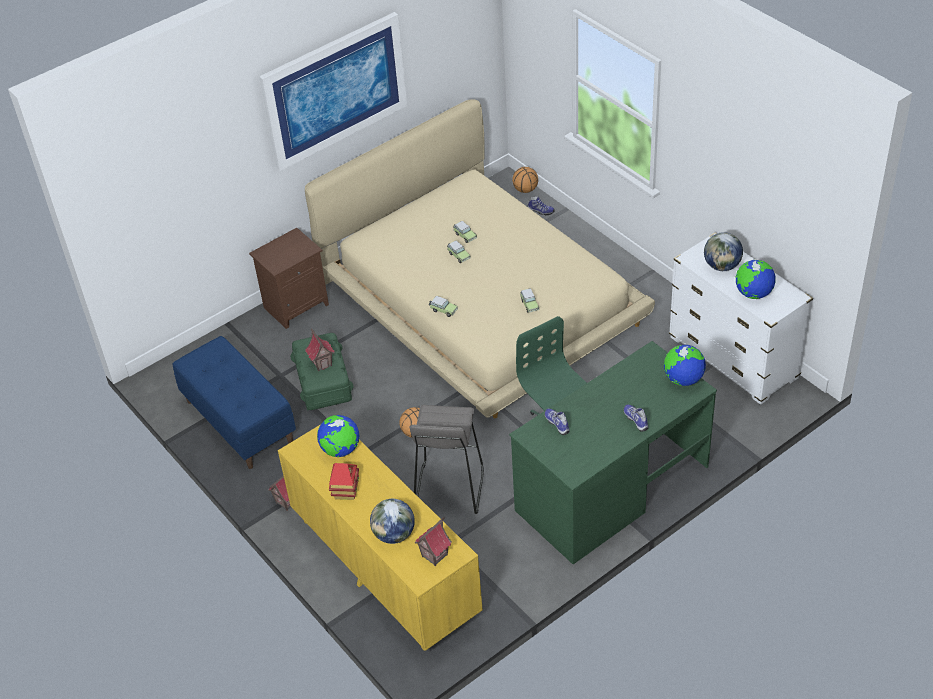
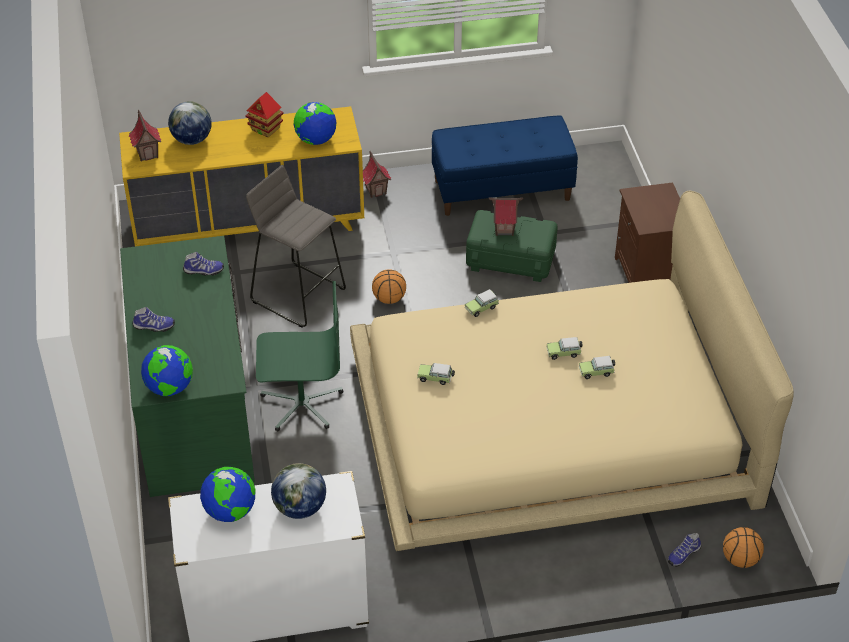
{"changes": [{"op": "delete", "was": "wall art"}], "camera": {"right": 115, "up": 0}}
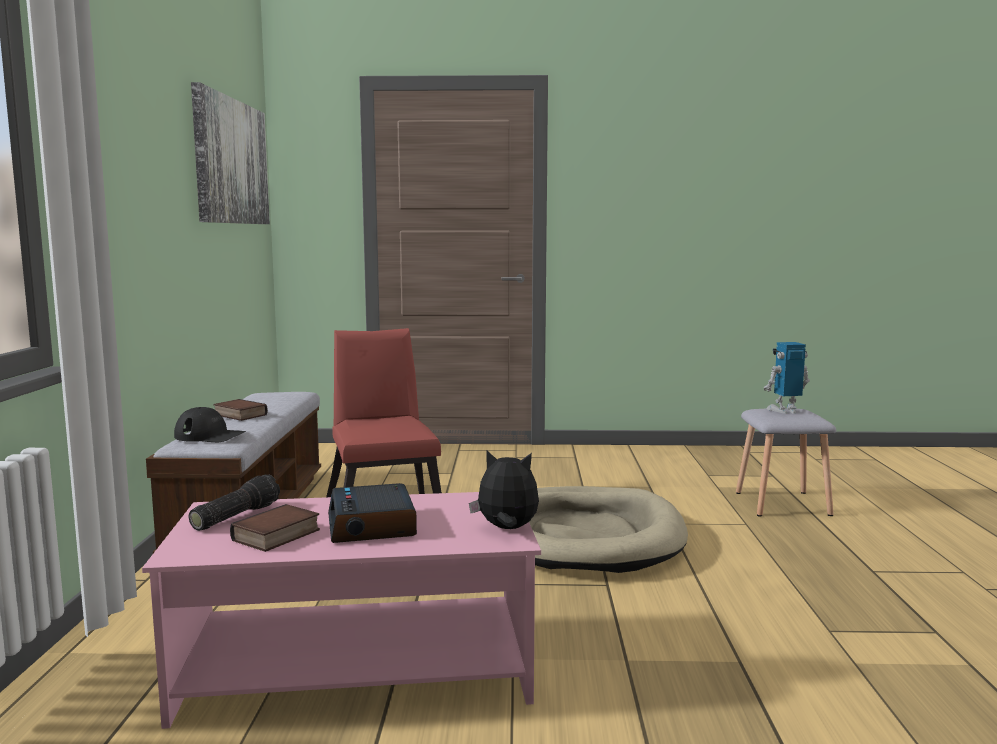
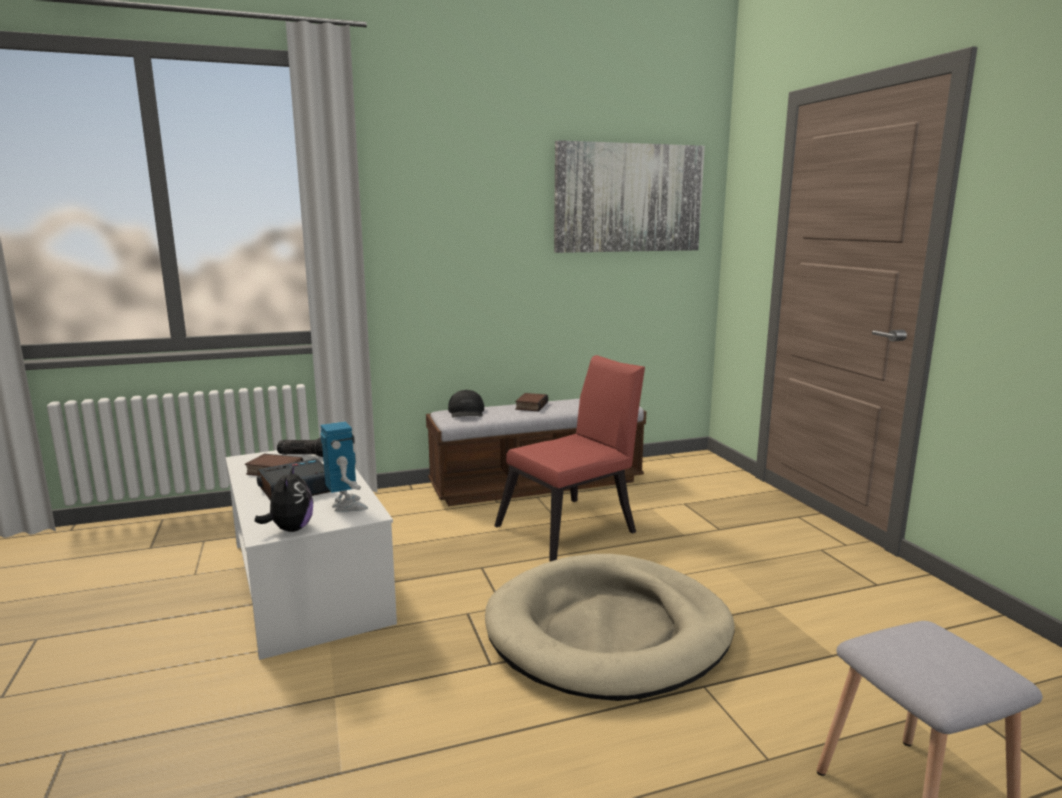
{"changes": [{"op": "move", "was": "toy robot"}, {"op": "recolor", "was": "pinkish coffee table", "now": "whitish coffee table"}], "camera": {"right": 70, "up": 5}}
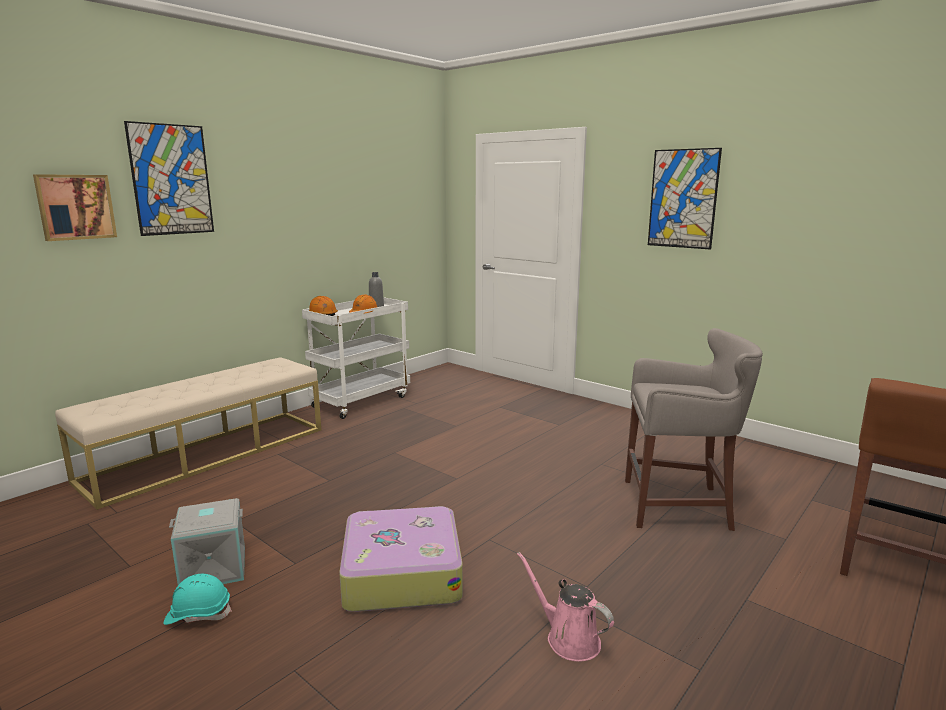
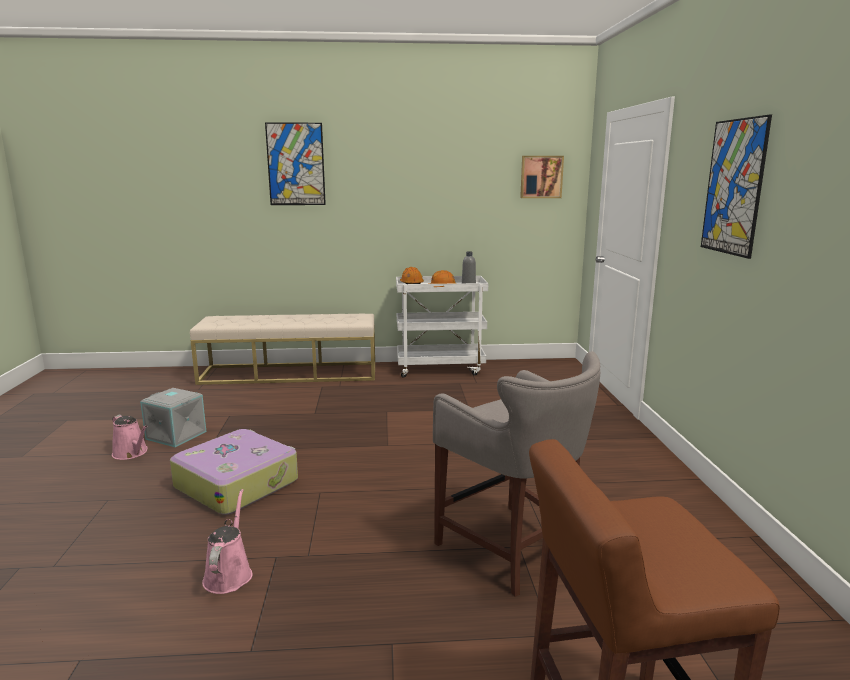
{"changes": [{"op": "move", "was": "wall art (1st from left in the first image)", "now": "wall art (2nd from left)"}, {"op": "replace", "was": "blue-green hard hat", "now": "pinkish watering pot (1st from left)"}], "camera": {"right": 45, "up": 0}}
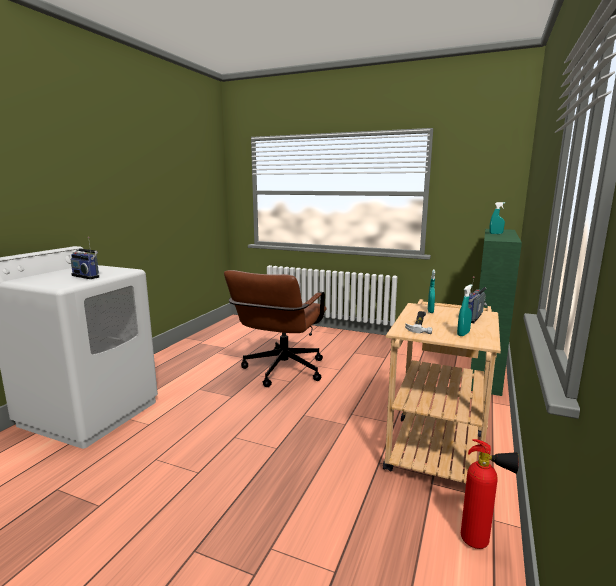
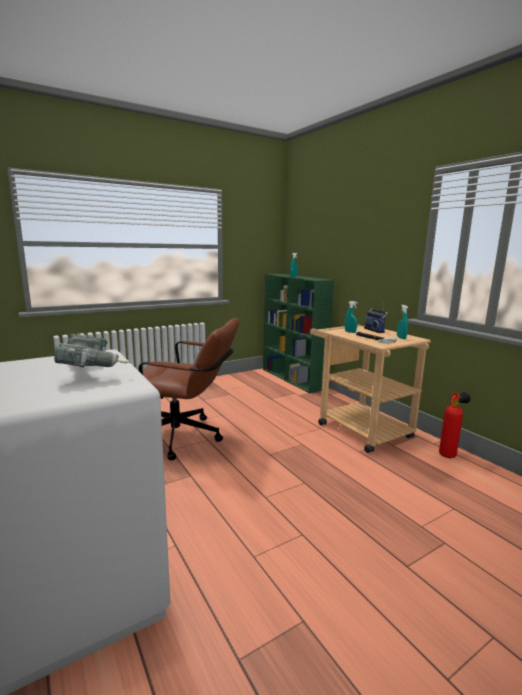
{"changes": [{"op": "replace", "was": "radio set (1st from left)", "now": "electric drill"}, {"op": "rotate", "was": "brownish desk chair", "clockwise": -45}], "camera": {"right": -55, "up": 0}}
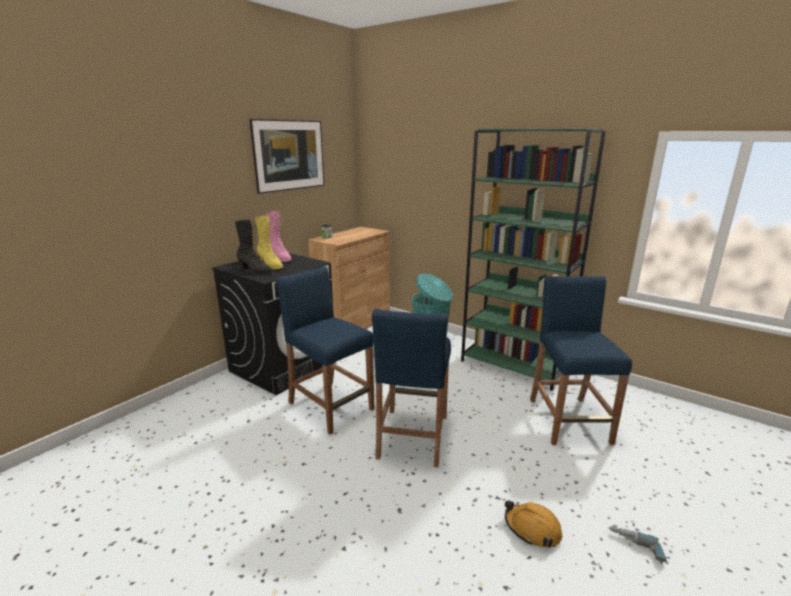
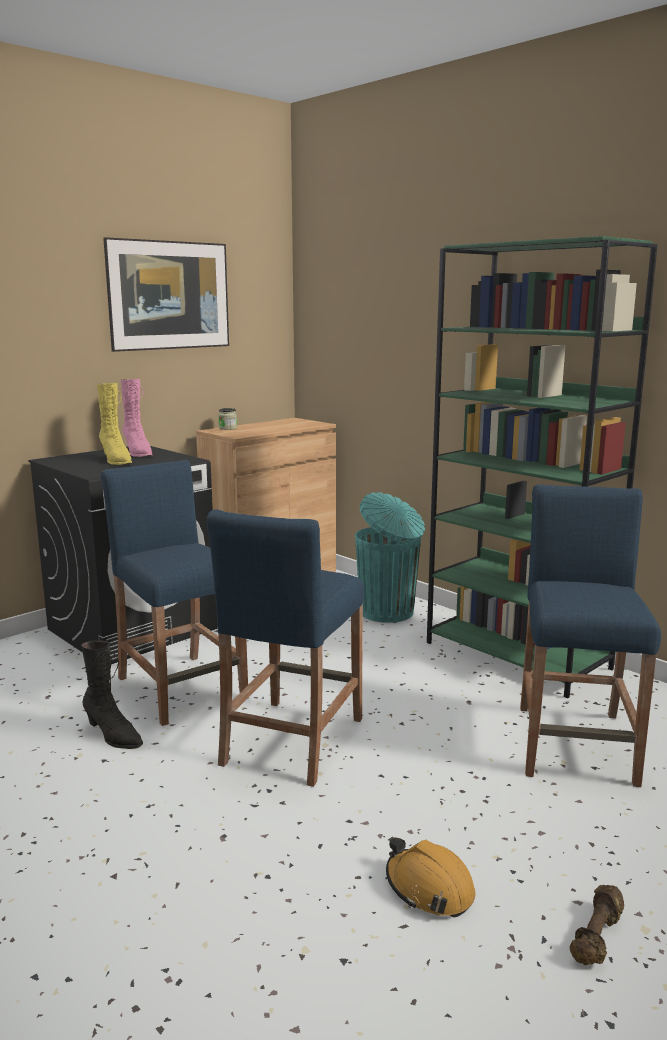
{"changes": [{"op": "move", "was": "black tall boot"}, {"op": "replace", "was": "electric drill", "now": "brownish dumbbell"}], "camera": {"right": 10, "up": -5}}
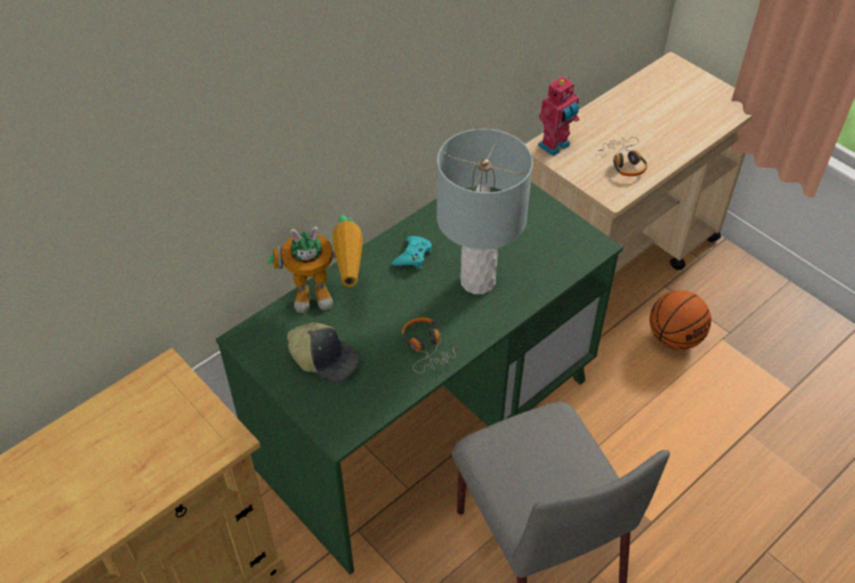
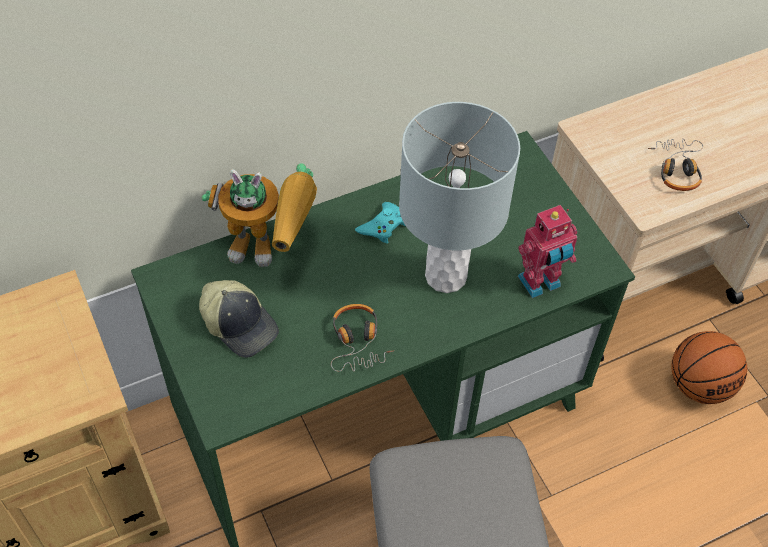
{"changes": [{"op": "move", "was": "toy robot (2nd from left)"}], "camera": {"right": 15, "up": 5}}
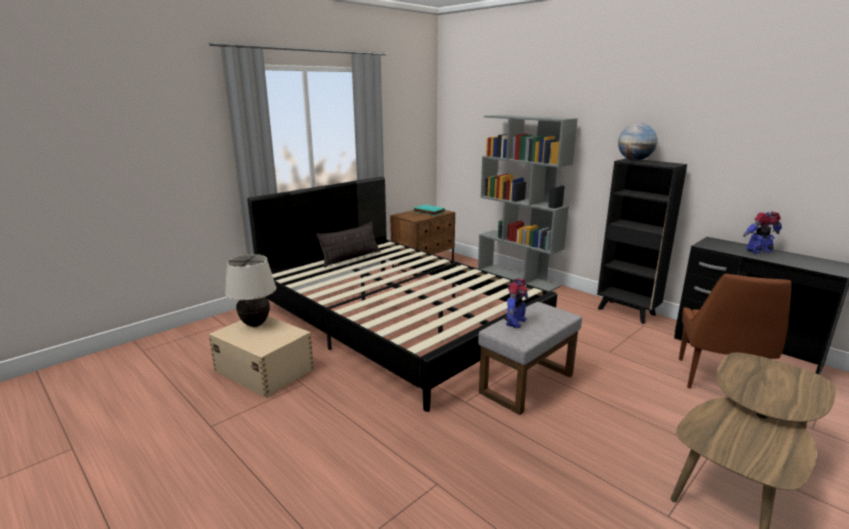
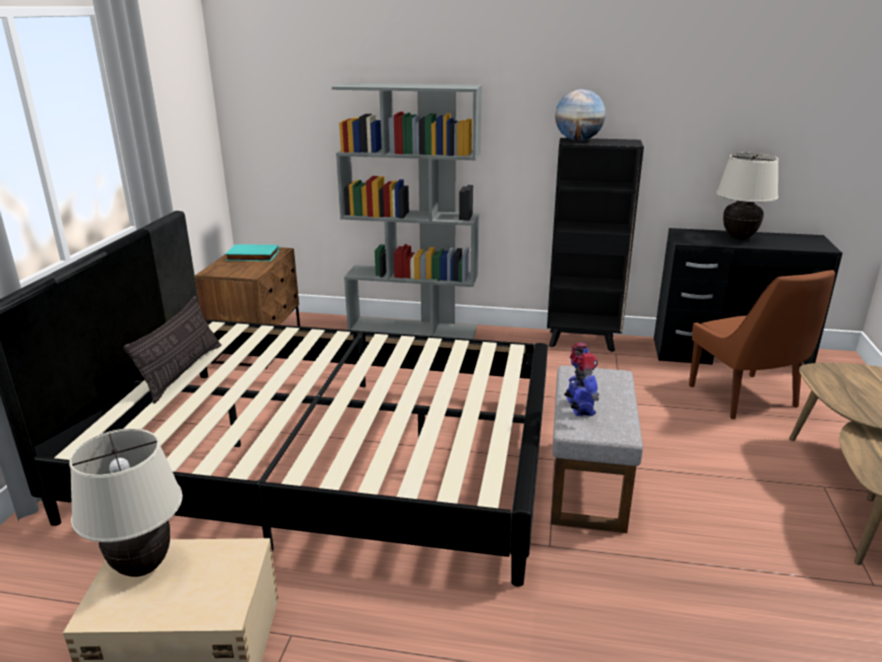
{"changes": [{"op": "replace", "was": "toy robot (2nd from left)", "now": "beige tabletop lamp (2nd from left)"}], "camera": {"right": -35, "up": 5}}
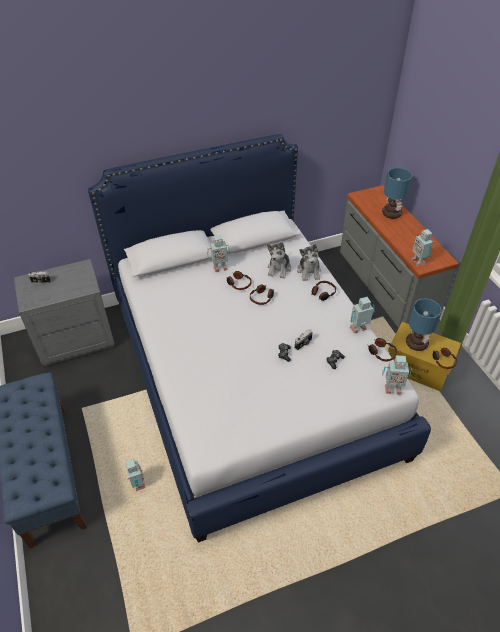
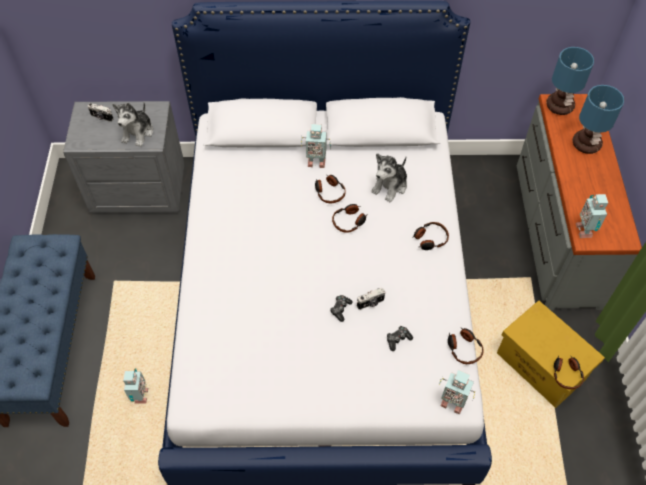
{"changes": [{"op": "delete", "was": "toy robot (3rd from left)"}, {"op": "move", "was": "plush toy (2nd from left in the first image)", "now": "plush toy (1st from left)"}, {"op": "move", "was": "tabletop lamp (2nd from left in the first image)", "now": "tabletop lamp (1st from left)"}], "camera": {"right": 20, "up": 10}}
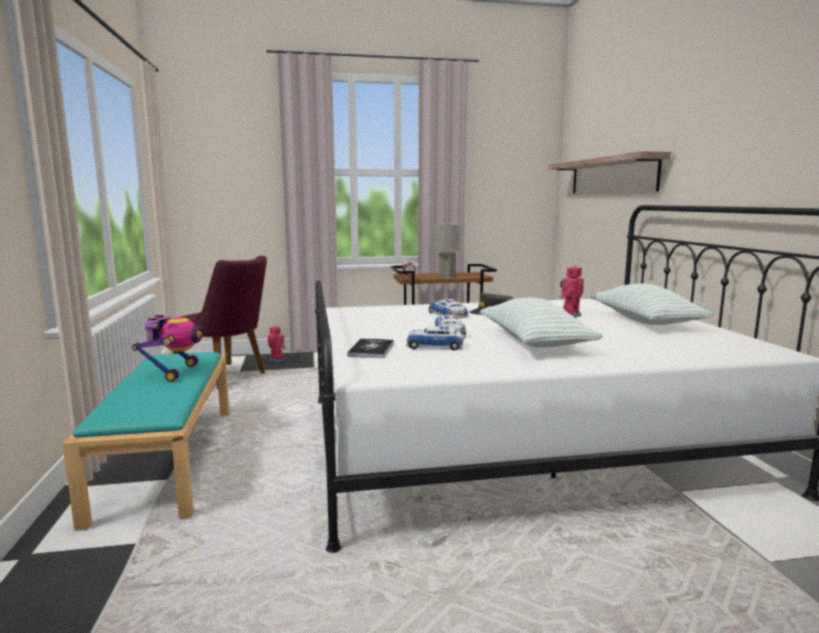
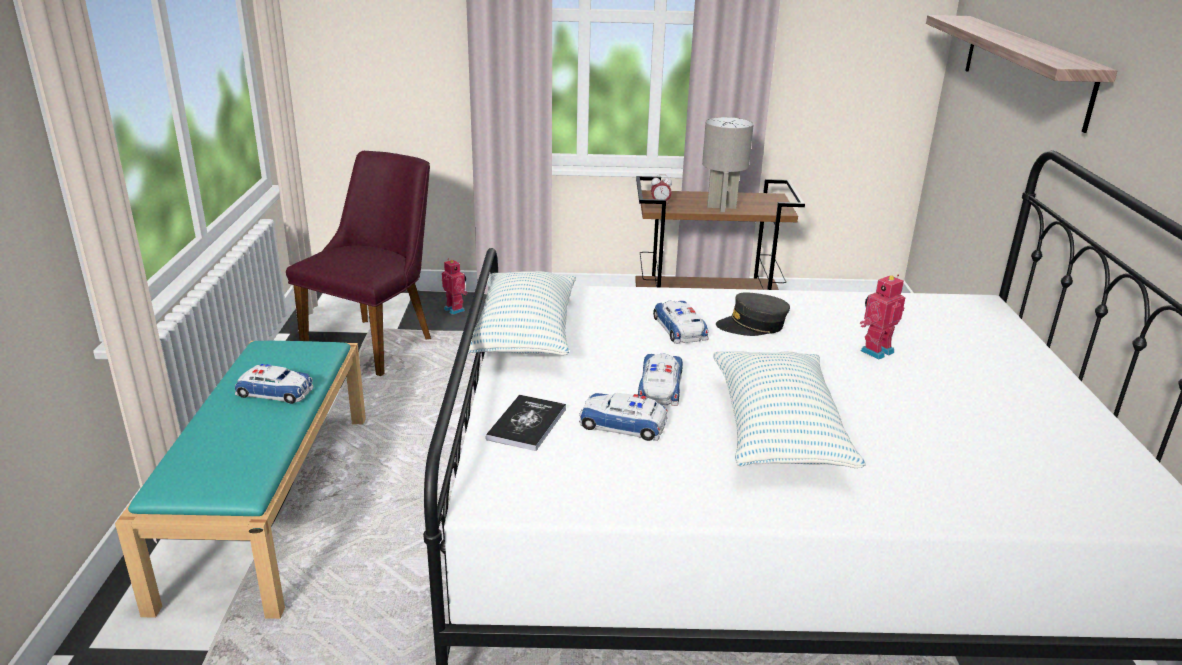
{"changes": [{"op": "move", "was": "pillow (2nd from left in the first image)", "now": "pillow (1st from left)"}, {"op": "replace", "was": "toy robot (1st from left)", "now": "model car (1st from left)"}, {"op": "rotate", "was": "purple plain chair", "clockwise": -105}], "camera": {"right": 10, "up": 15}}
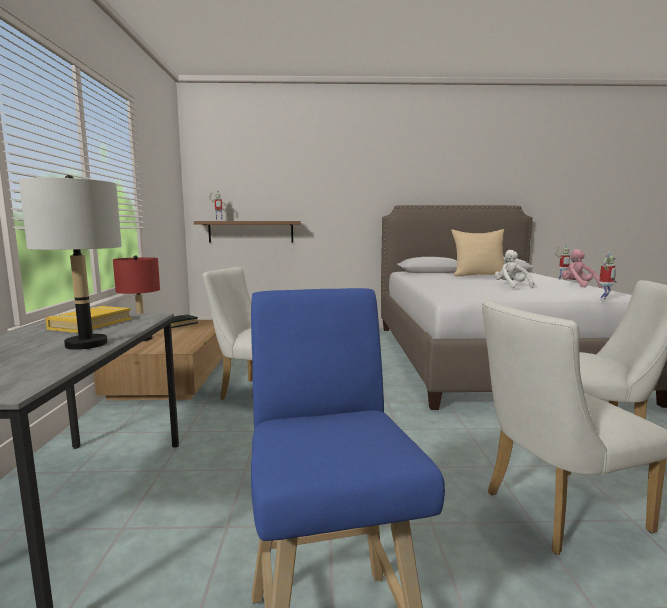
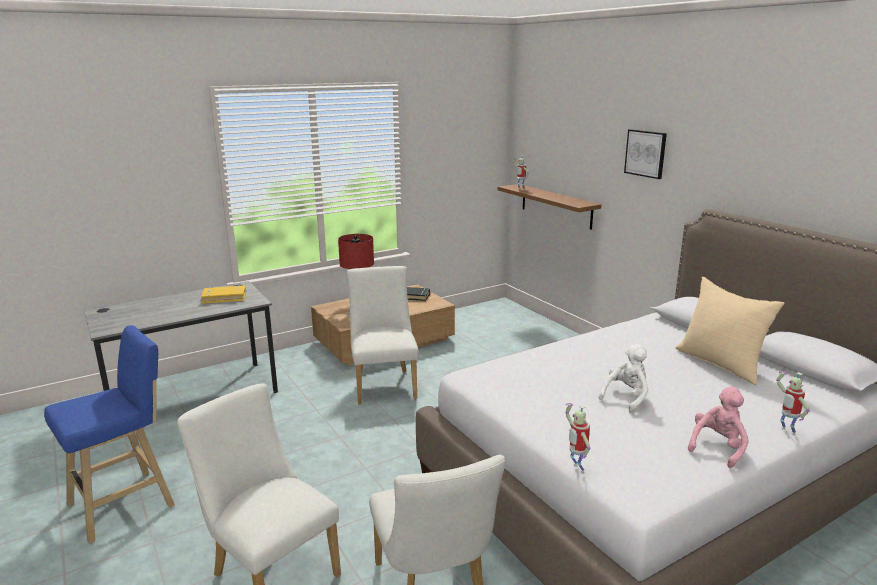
{"changes": [{"op": "delete", "was": "greyish tabletop lamp"}, {"op": "insert", "now": "wall art"}, {"op": "rotate", "was": "toy robot (3rd from left in the first image)", "clockwise": 45}], "camera": {"right": 60, "up": 10}}
